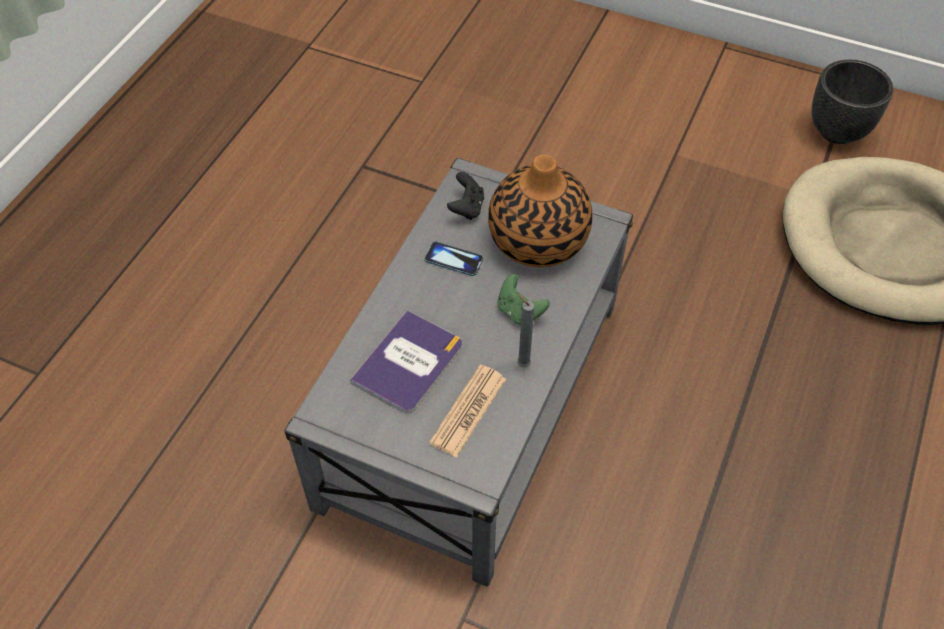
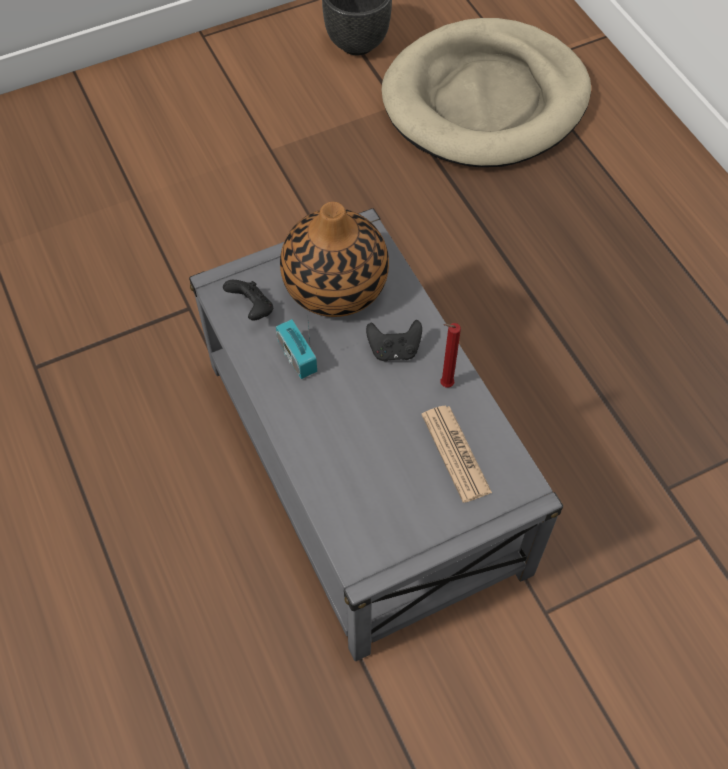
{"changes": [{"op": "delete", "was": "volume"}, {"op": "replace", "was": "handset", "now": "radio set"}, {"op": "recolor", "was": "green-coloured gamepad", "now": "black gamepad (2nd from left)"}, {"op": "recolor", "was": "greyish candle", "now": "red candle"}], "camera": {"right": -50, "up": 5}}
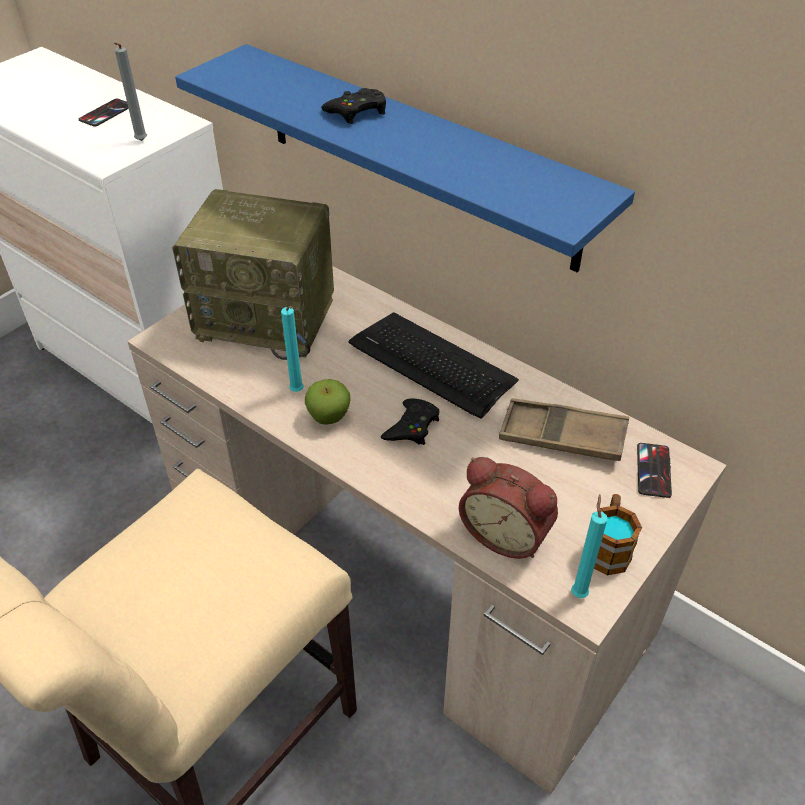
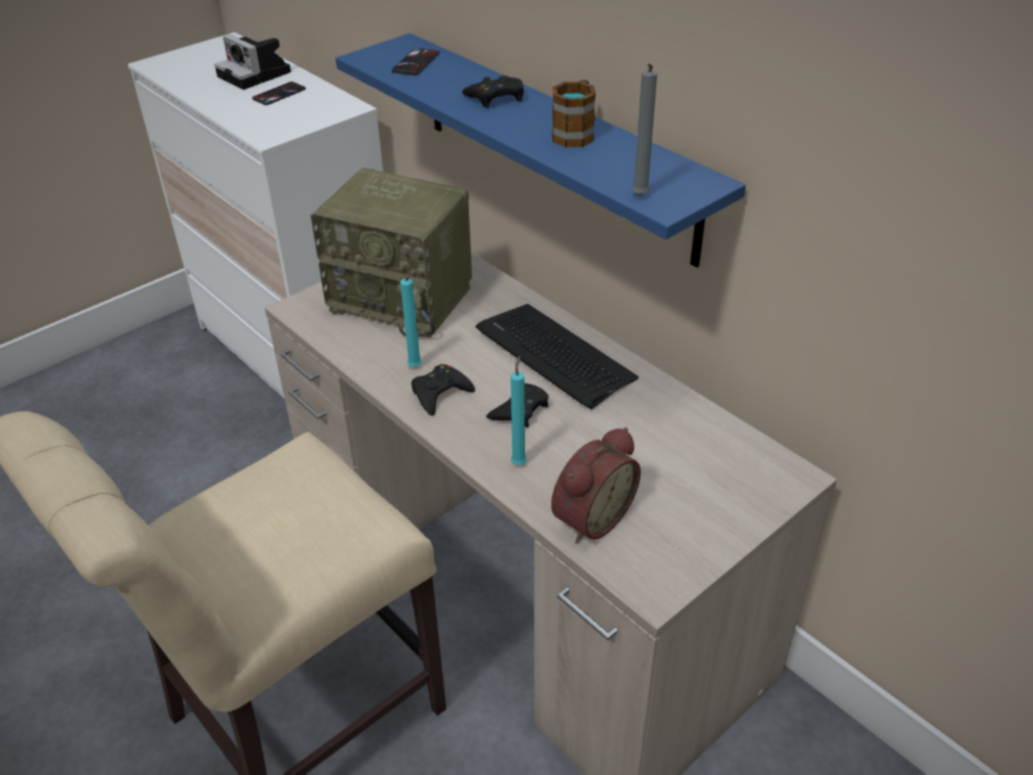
{"changes": [{"op": "delete", "was": "brownish serving tray"}, {"op": "insert", "now": "photo camera"}, {"op": "move", "was": "greyish candle"}, {"op": "move", "was": "blue-green candle (2nd from left)"}, {"op": "move", "was": "mug"}, {"op": "move", "was": "handset (2nd from left)"}, {"op": "replace", "was": "whole apple", "now": "black gamepad (1st from left)"}, {"op": "rotate", "was": "bedside clock", "clockwise": -90}], "camera": {"right": 10, "up": -5}}
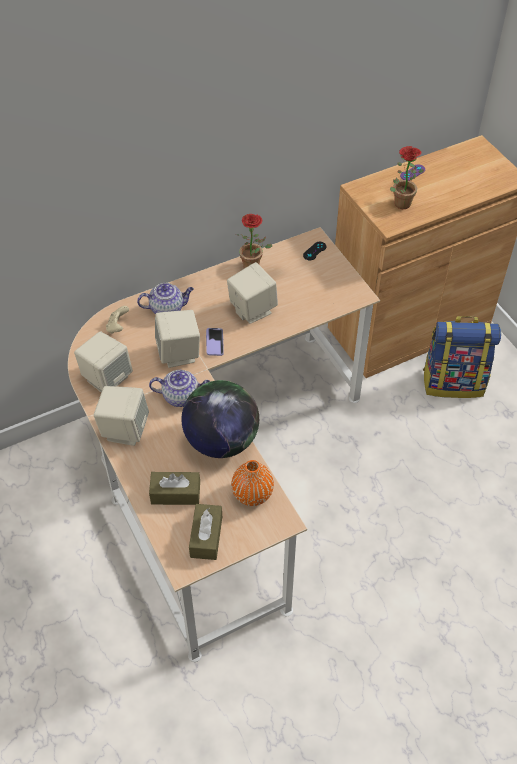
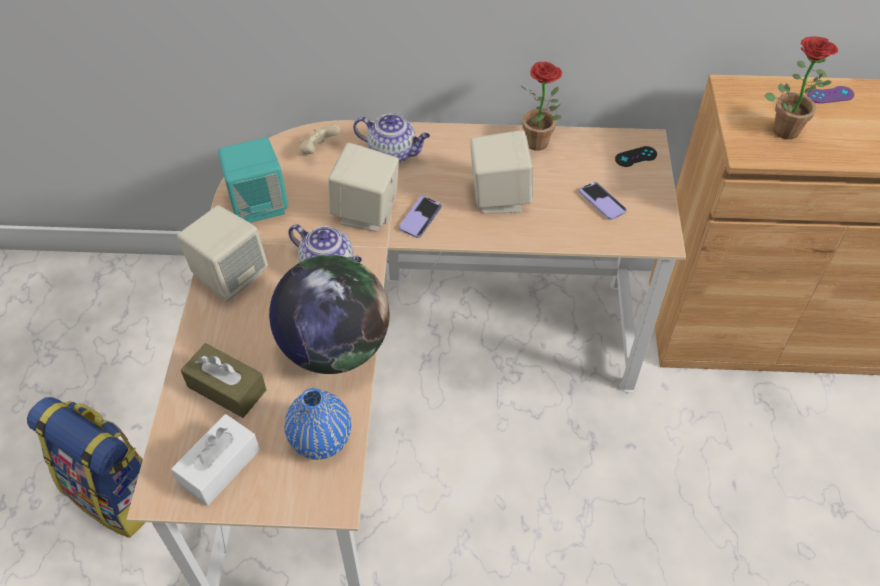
{"changes": [{"op": "insert", "now": "handset (2nd from left)"}, {"op": "move", "was": "knapsack"}, {"op": "recolor", "was": "beige speaker (1st from left)", "now": "blue-green speaker"}, {"op": "recolor", "was": "brownish tissue holder (2nd from left)", "now": "whitish tissue holder"}, {"op": "recolor", "was": "orange-coloured vase", "now": "blue-coloured vase"}], "camera": {"right": 30, "up": 0}}
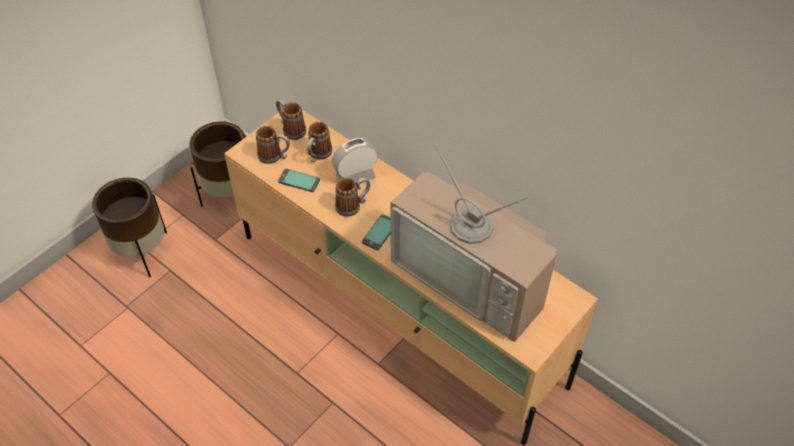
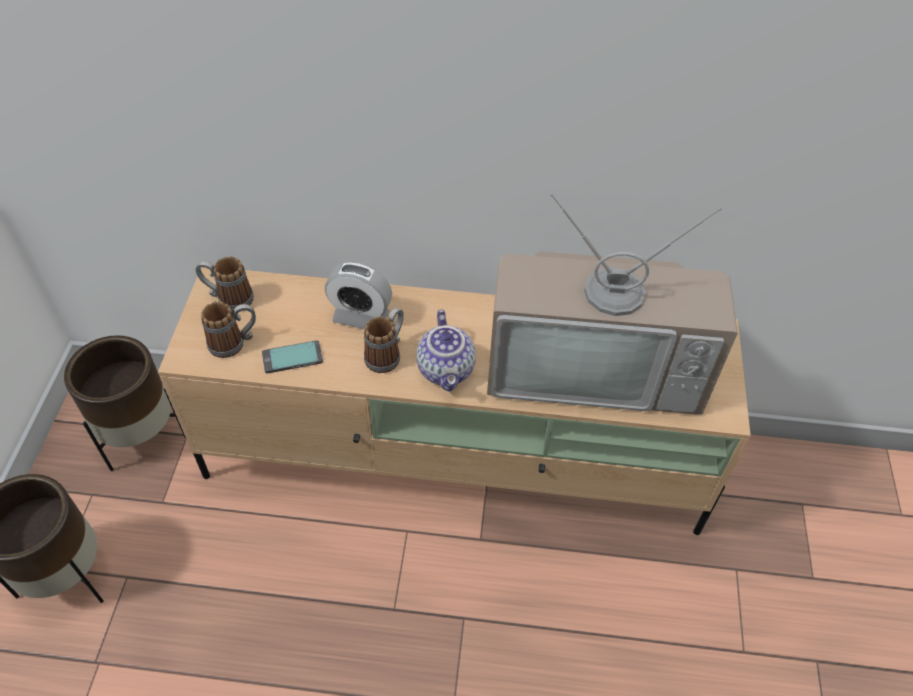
{"changes": [{"op": "delete", "was": "mug (3rd from left)"}, {"op": "replace", "was": "handset (2nd from left)", "now": "tea pot"}, {"op": "rotate", "was": "bedside clock", "clockwise": -105}], "camera": {"right": -35, "up": 0}}
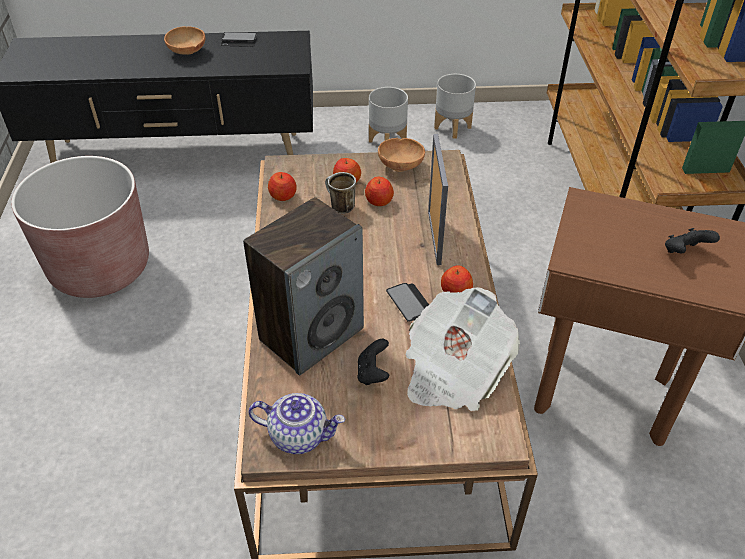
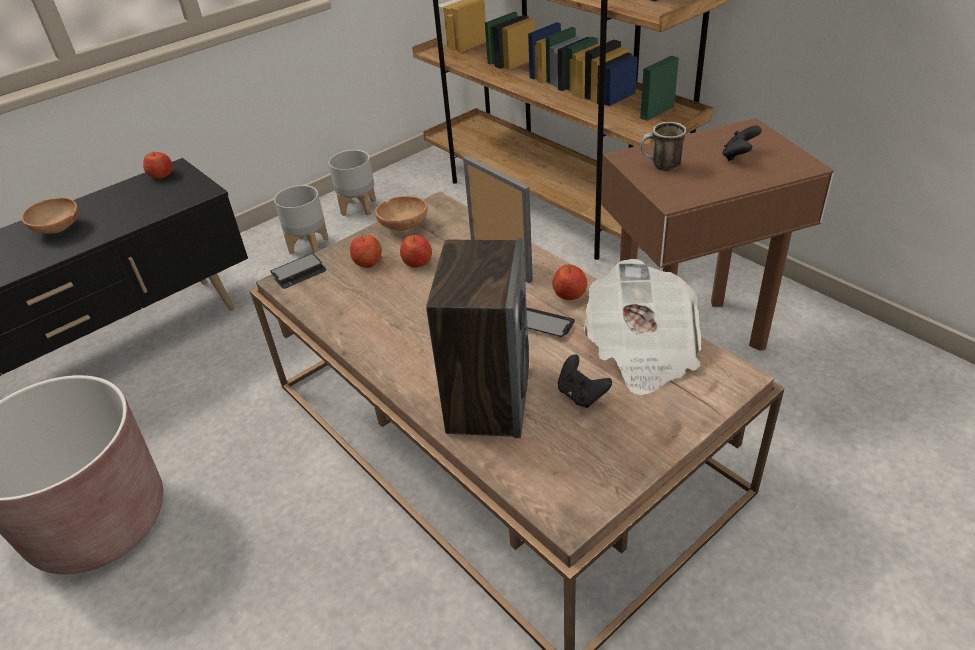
{"changes": [{"op": "delete", "was": "tea pot"}, {"op": "move", "was": "handset (1st from left)"}, {"op": "move", "was": "whole apple (1st from left)"}, {"op": "move", "was": "mug"}], "camera": {"right": -35, "up": -5}}
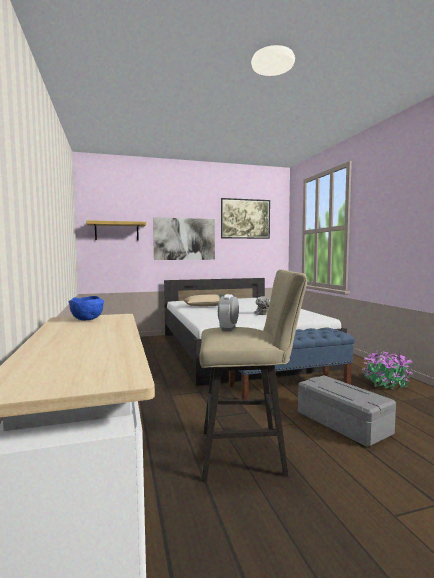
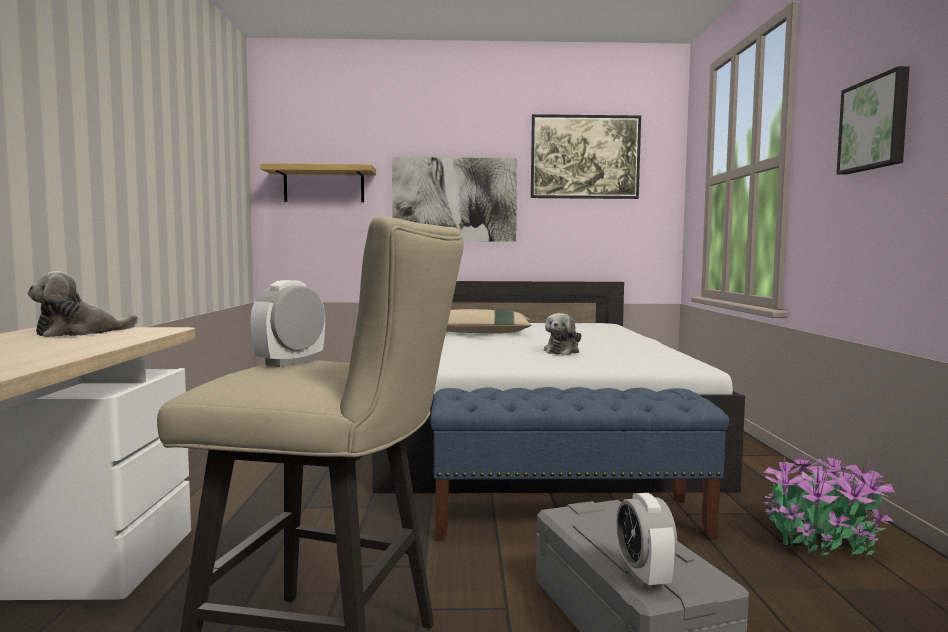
{"changes": [{"op": "insert", "now": "bedside clock (2nd from left)"}, {"op": "insert", "now": "wall art (3rd from left)"}, {"op": "replace", "was": "blue-coloured deep dish", "now": "plush toy (1st from left)"}], "camera": {"right": 15, "up": 0}}
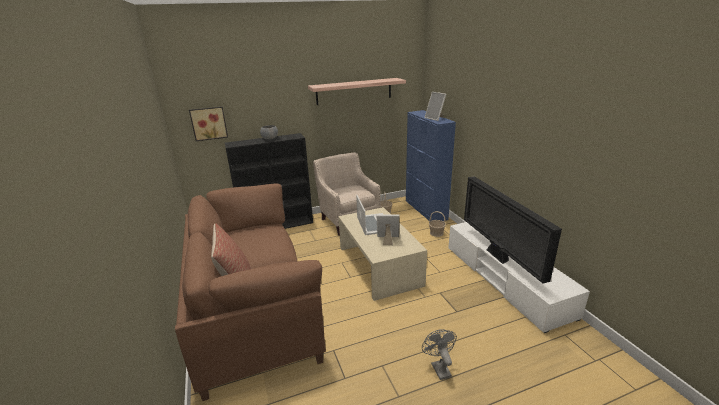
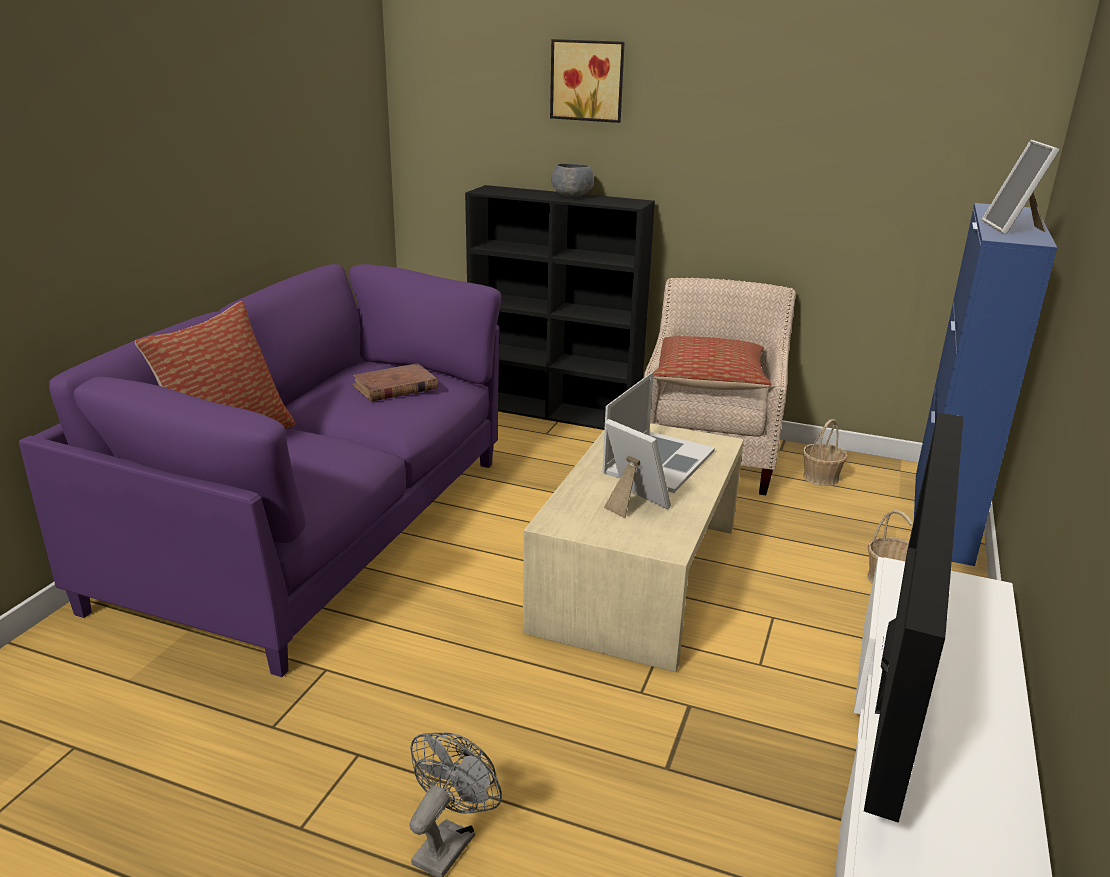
{"changes": [{"op": "delete", "was": "shelf"}, {"op": "insert", "now": "brownish volume"}, {"op": "insert", "now": "pillow (2nd from left)"}, {"op": "move", "was": "wall art"}, {"op": "recolor", "was": "brownish couch", "now": "purple couch"}], "camera": {"right": 40, "up": 0}}
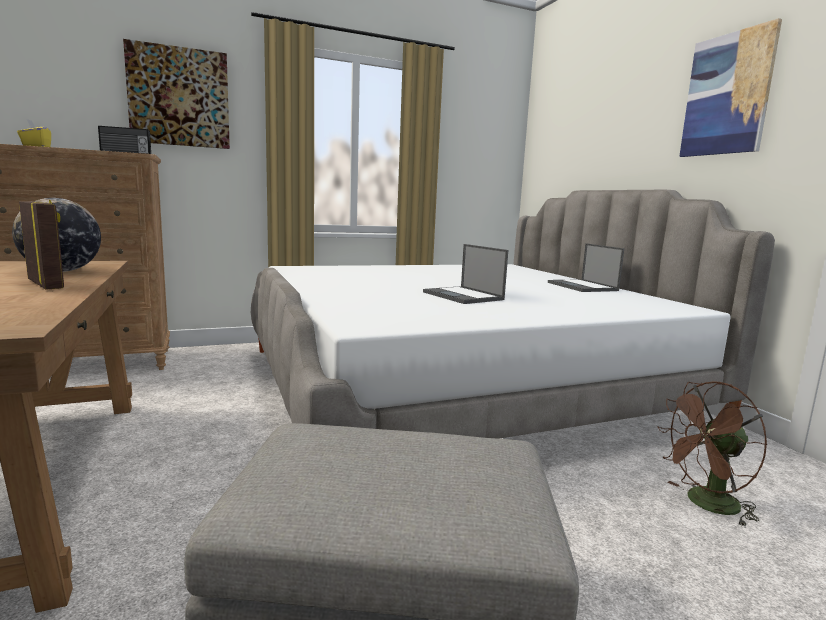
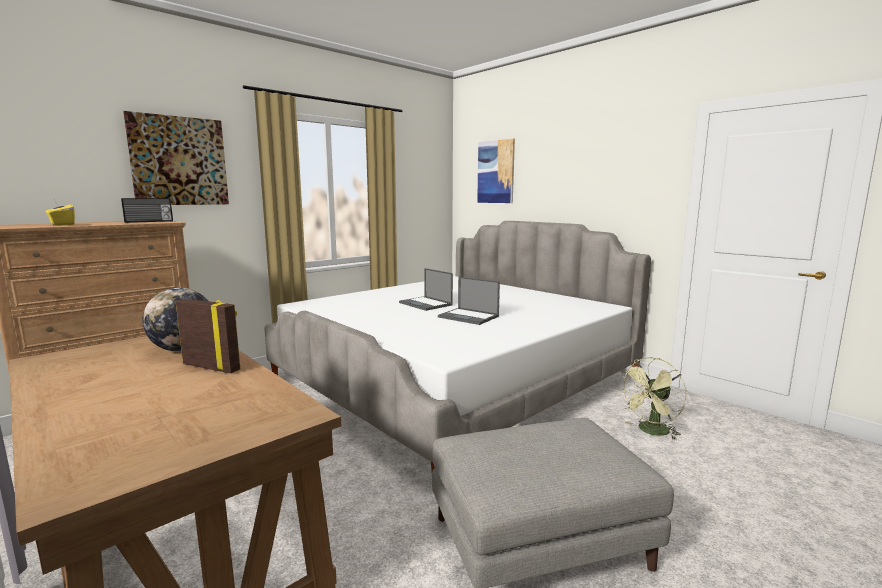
{"changes": [{"op": "move", "was": "notebook computer (2nd from left in the first image)", "now": "notebook computer (1st from left)"}, {"op": "move", "was": "wall art (2nd from left)"}, {"op": "recolor", "was": "brownish fan", "now": "green-coloured fan"}], "camera": {"right": -20, "up": 0}}
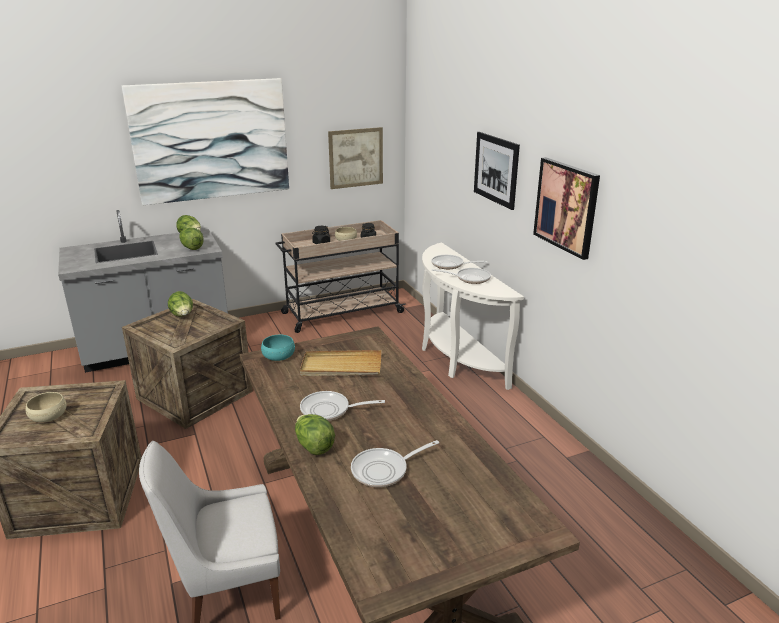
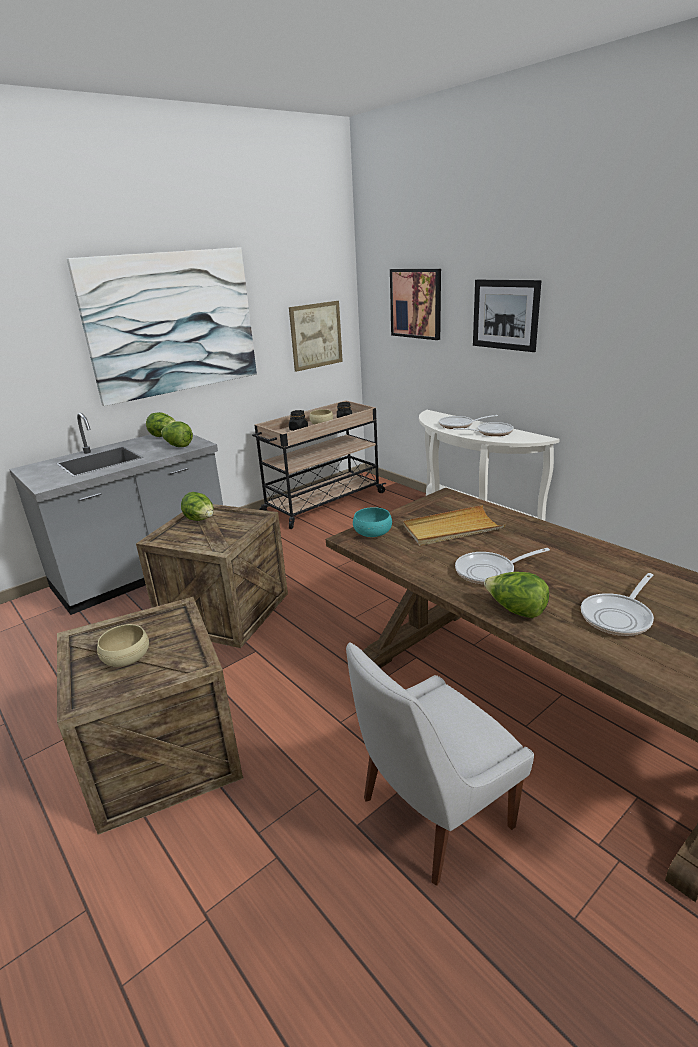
{"changes": [{"op": "move", "was": "wall art (4th from left in the first image)", "now": "wall art (3rd from left)"}], "camera": {"right": -15, "up": 0}}
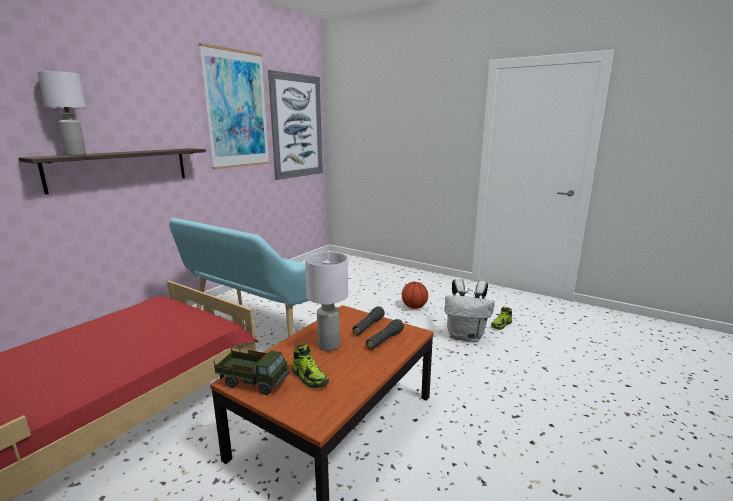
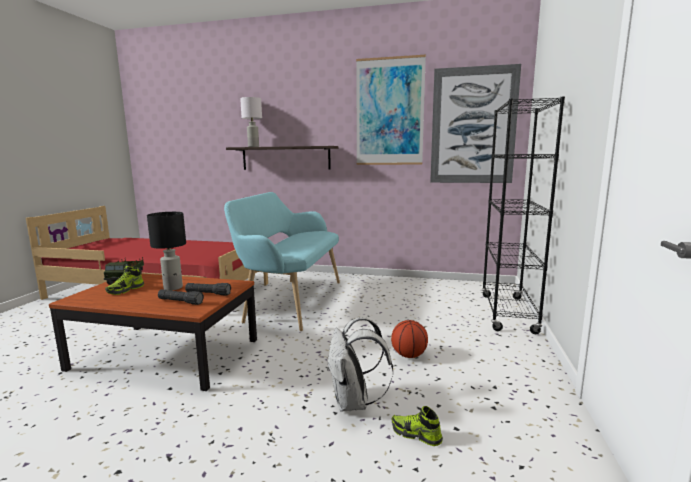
{"changes": [{"op": "insert", "now": "black bookcase"}, {"op": "recolor", "was": "whitish tabletop lamp (2nd from left)", "now": "black tabletop lamp"}], "camera": {"right": 70, "up": -5}}
